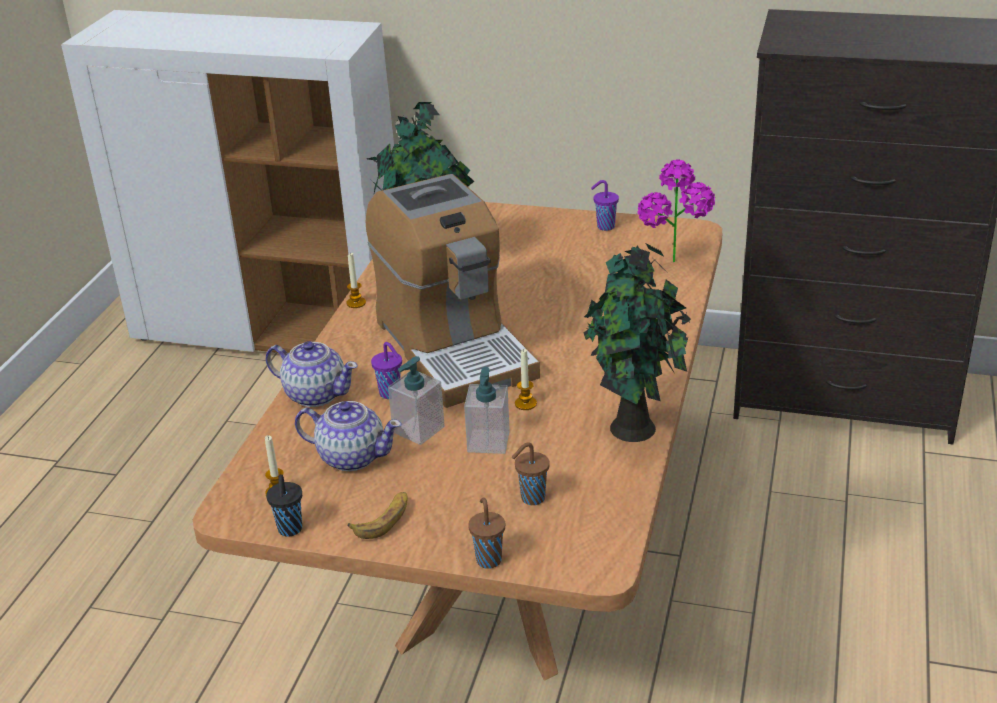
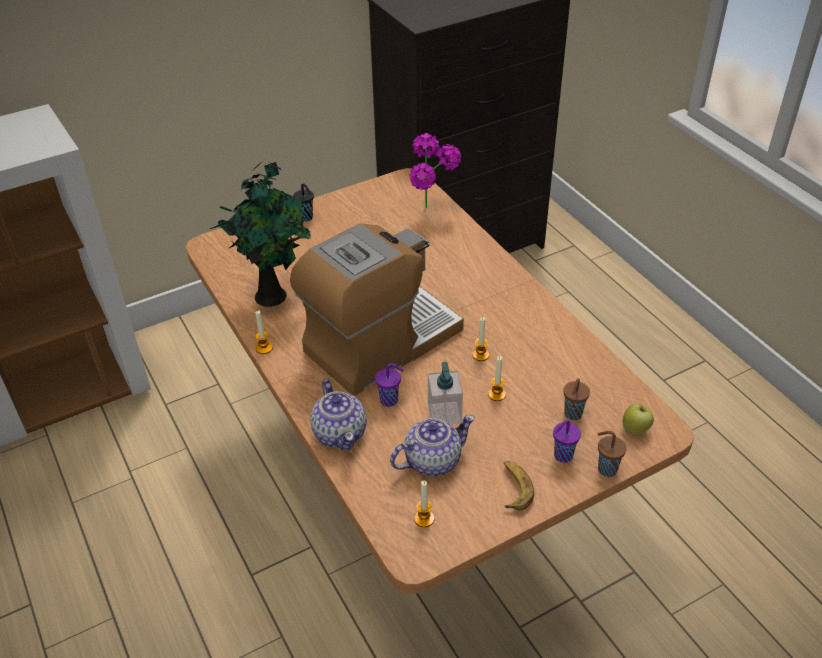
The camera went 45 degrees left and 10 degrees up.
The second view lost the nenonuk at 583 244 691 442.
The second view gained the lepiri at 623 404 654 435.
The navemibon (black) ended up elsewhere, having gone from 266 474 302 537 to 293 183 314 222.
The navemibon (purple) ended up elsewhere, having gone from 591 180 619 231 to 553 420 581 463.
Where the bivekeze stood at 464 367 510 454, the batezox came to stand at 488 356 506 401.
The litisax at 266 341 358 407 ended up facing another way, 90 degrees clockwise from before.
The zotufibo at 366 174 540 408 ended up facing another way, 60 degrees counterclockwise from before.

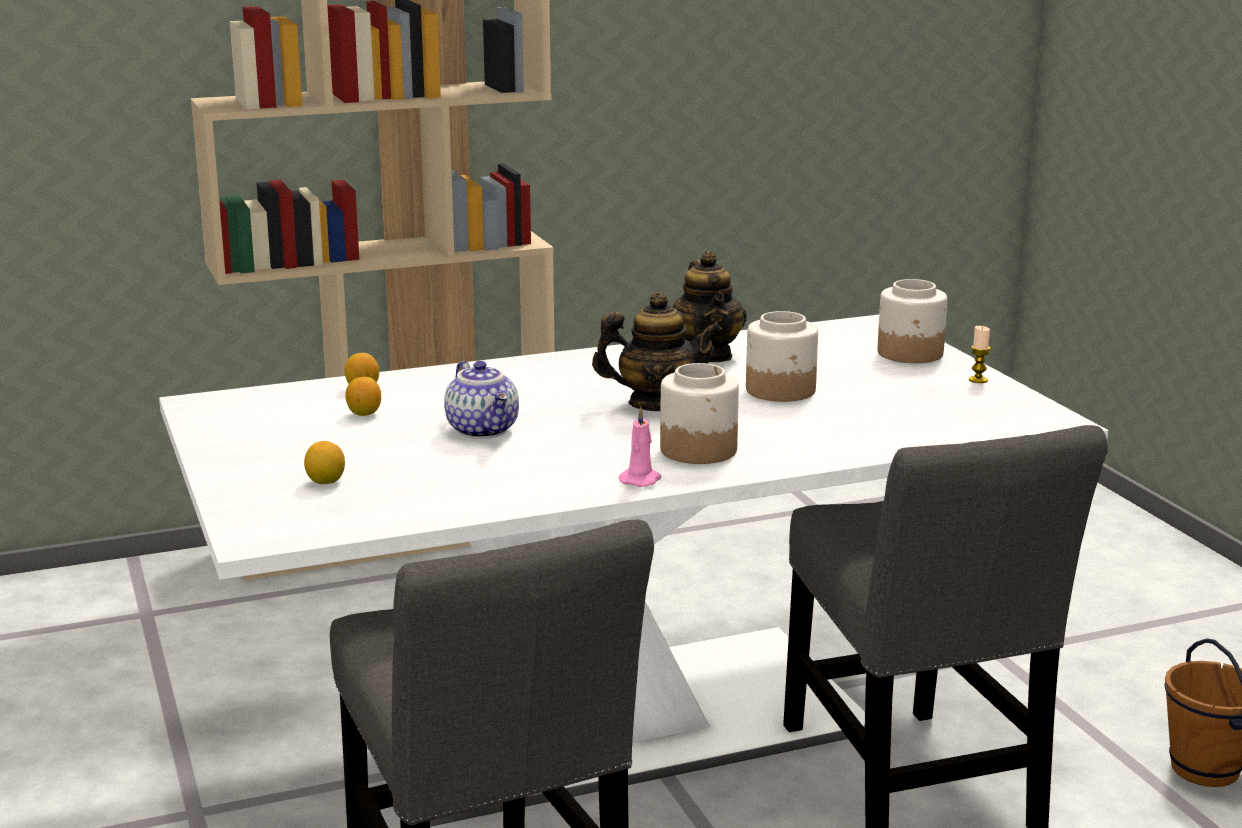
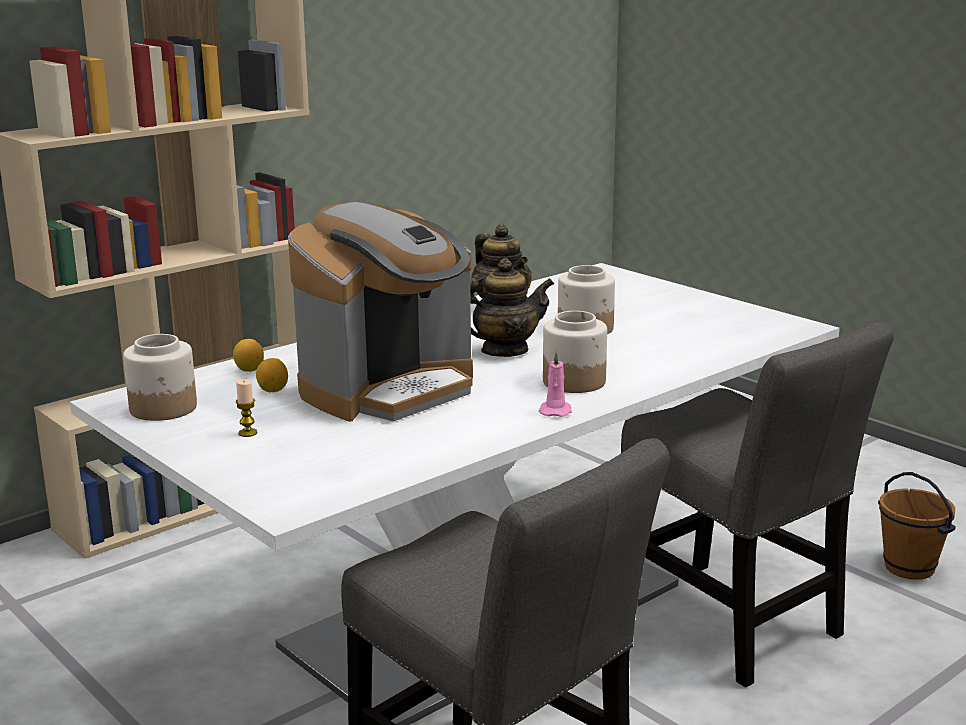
The camera went 20 degrees left and 0 degrees up.
The second view lost the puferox at 304 441 345 484.
The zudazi ended up elsewhere, having gone from 878 279 947 363 to 123 334 197 421.
The batezox ended up elsewhere, having gone from 969 326 990 383 to 236 379 257 437.
Where the litisax stood at 444 361 519 439, the zotufibo came to stand at 288 202 473 421.

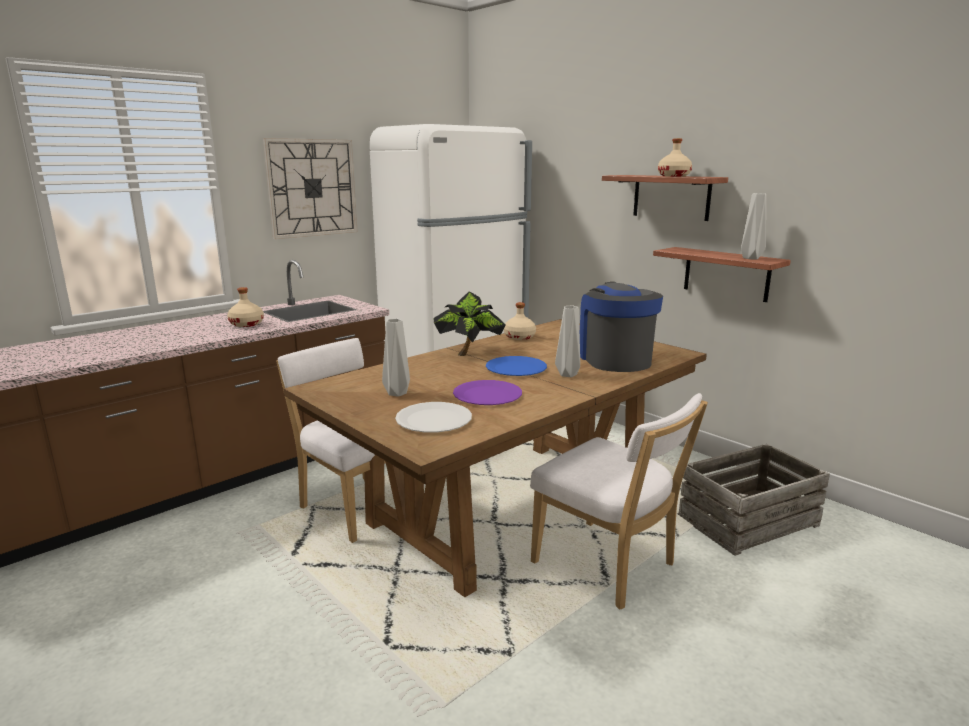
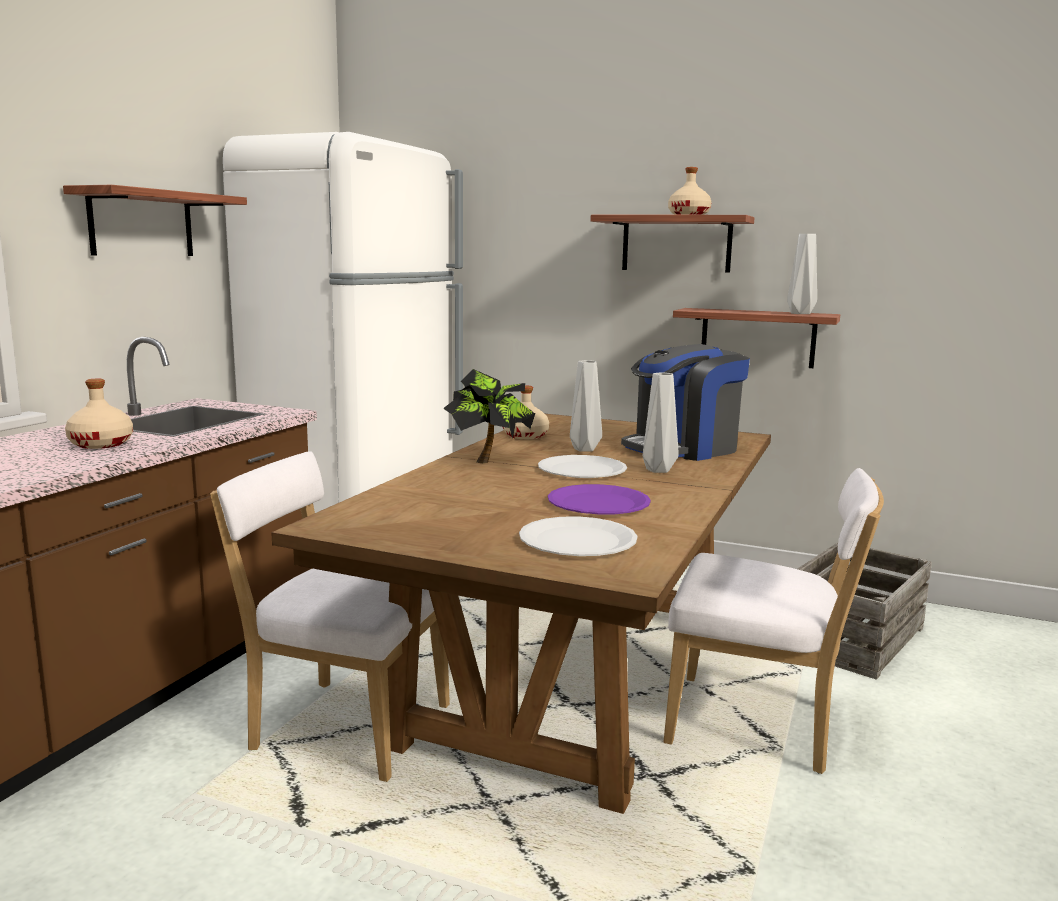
The camera went 25 degrees left and 5 degrees down.
The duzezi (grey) ended up elsewhere, having gone from 382 319 410 397 to 570 360 602 452.
Where the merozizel hung at 263 138 357 239, the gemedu came to hang at 63 185 247 256.
What was the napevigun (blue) at 486 356 547 376 turned into the napevigun (white) at 538 455 627 478.
The zotufibo at 580 282 663 372 ended up facing another way, 90 degrees counterclockwise from before.

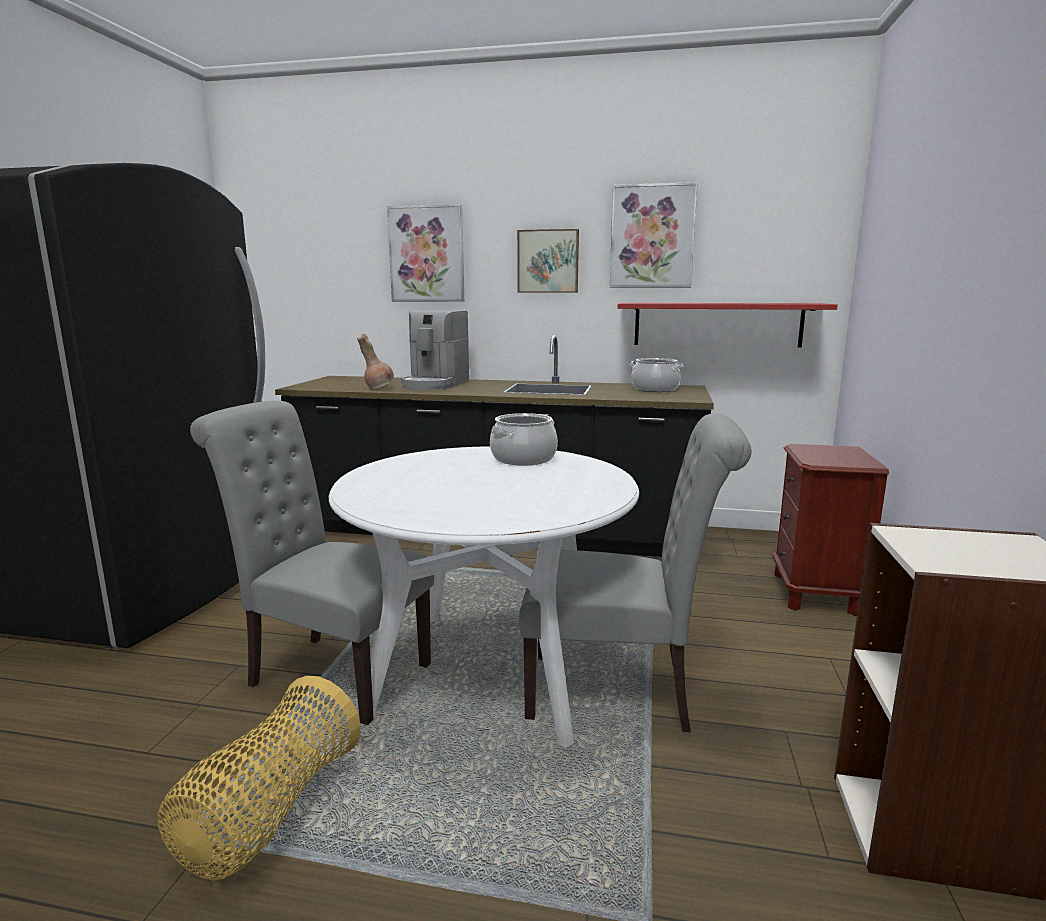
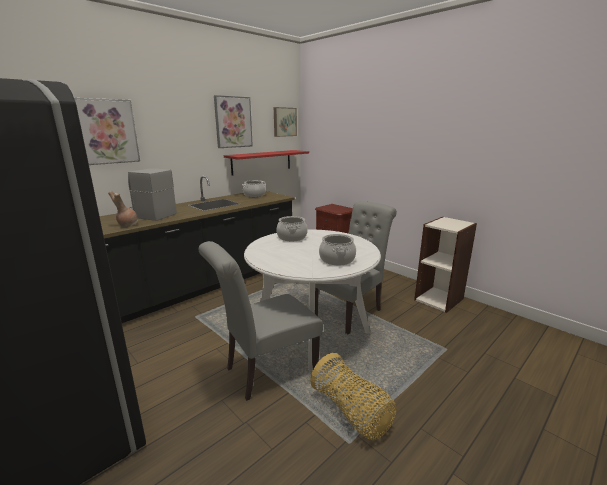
The camera went 55 degrees left and 5 degrees up.
The second view gained the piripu at 319 234 356 265.
The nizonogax ended up elsewhere, having gone from 517 229 579 293 to 274 107 297 137.
The zotufibo at 401 310 469 391 ended up facing another way, 150 degrees clockwise from before.

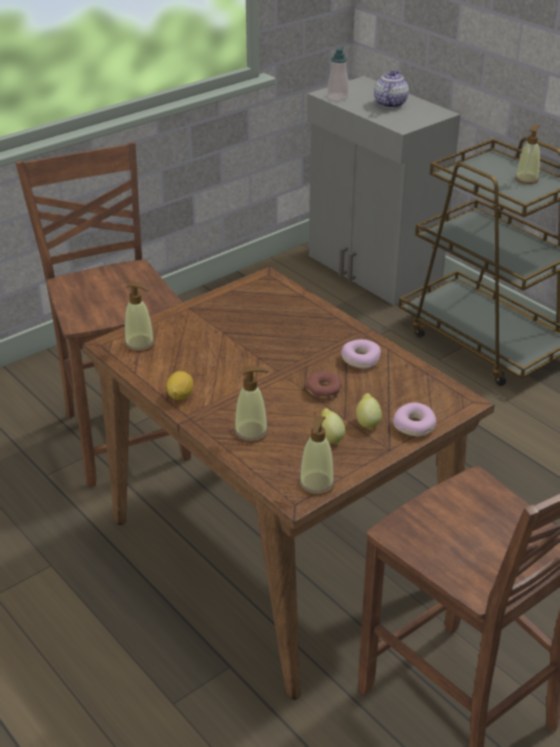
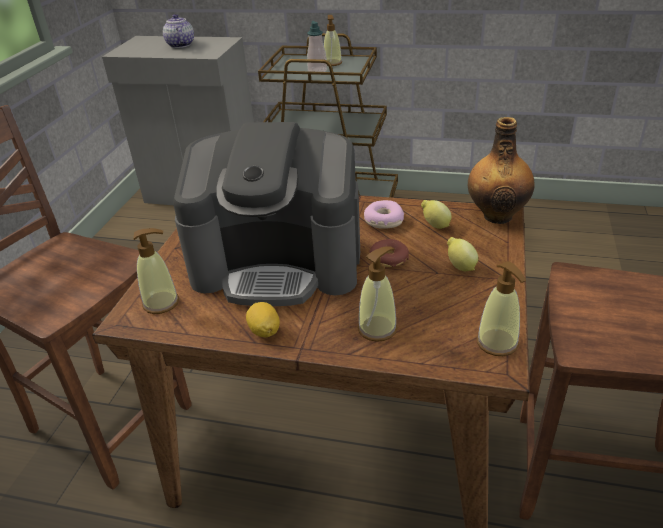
The camera went 35 degrees left and 0 degrees up.
The second view lost the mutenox at 393 403 436 437.
The second view gained the zotufibo at 173 122 360 306.
The second view gained the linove at 468 117 535 224.
The puferox ended up elsewhere, having gone from 321 408 345 444 to 421 200 451 229.
The bivekeze ended up elsewhere, having gone from 327 46 349 101 to 307 21 327 72.

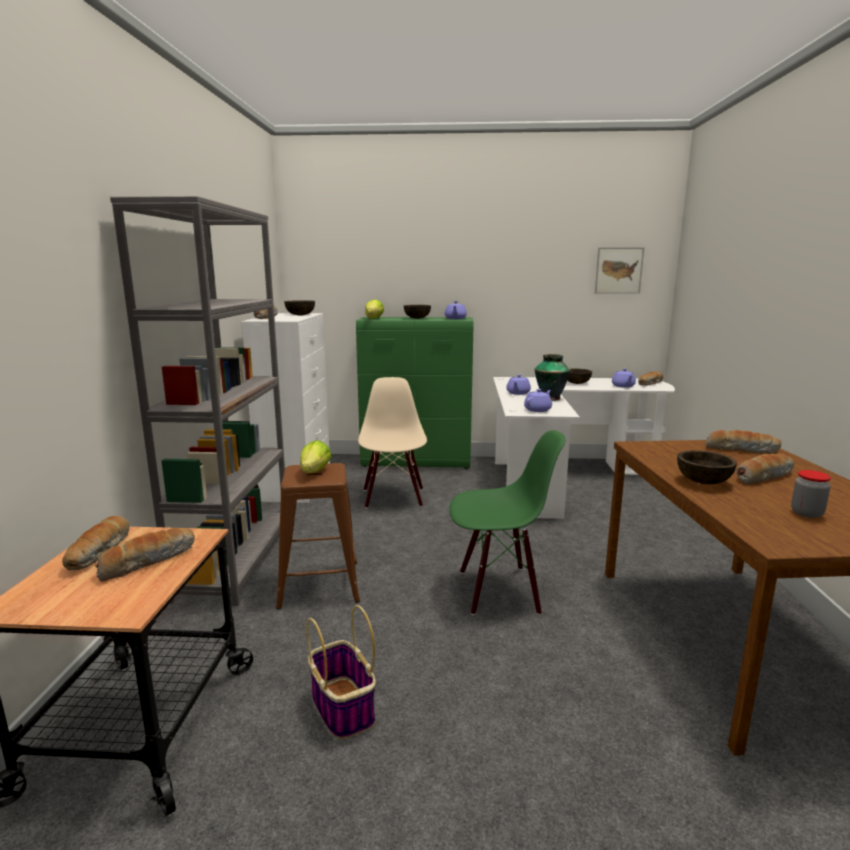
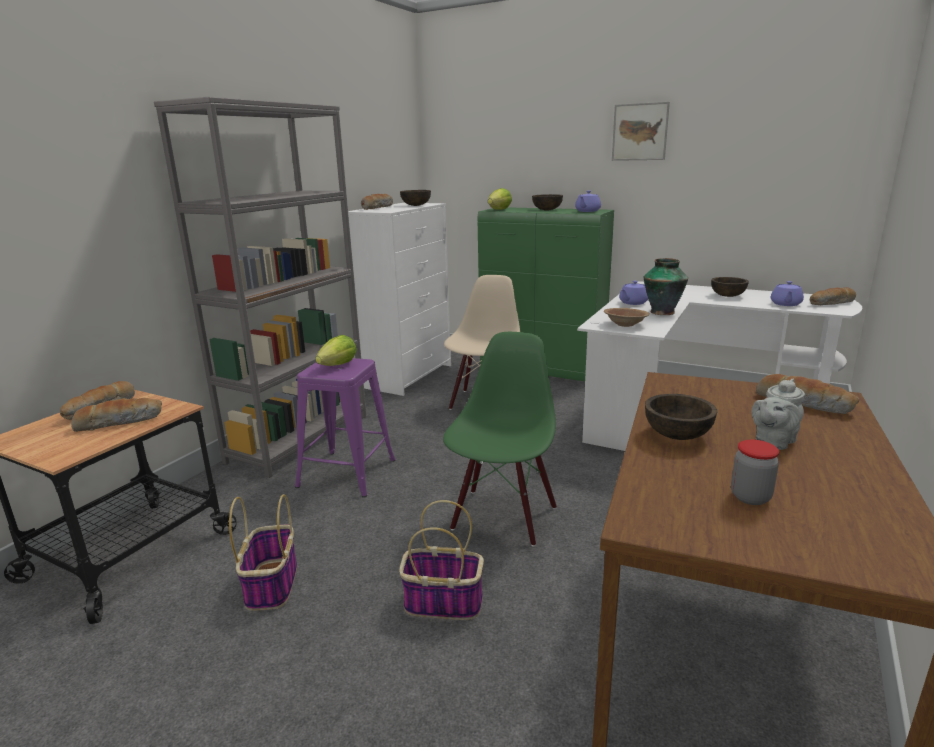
The camera went 25 degrees right and 5 degrees up.
The second view gained the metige at 399 500 484 620.
The nizonogax ended up elsewhere, having gone from 595 247 644 294 to 612 102 670 161.
Where the litisax (purple) stood at 524 389 552 412, the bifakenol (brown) came to stand at 604 308 650 327.
Where the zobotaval stood at 737 454 794 485, the litisax (grey) came to stand at 751 379 805 450.
What was the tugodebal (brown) at 276 463 360 610 turned into the tugodebal (purple) at 295 358 395 498.
The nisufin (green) at 449 430 566 615 ended up facing another way, 90 degrees counterclockwise from before.

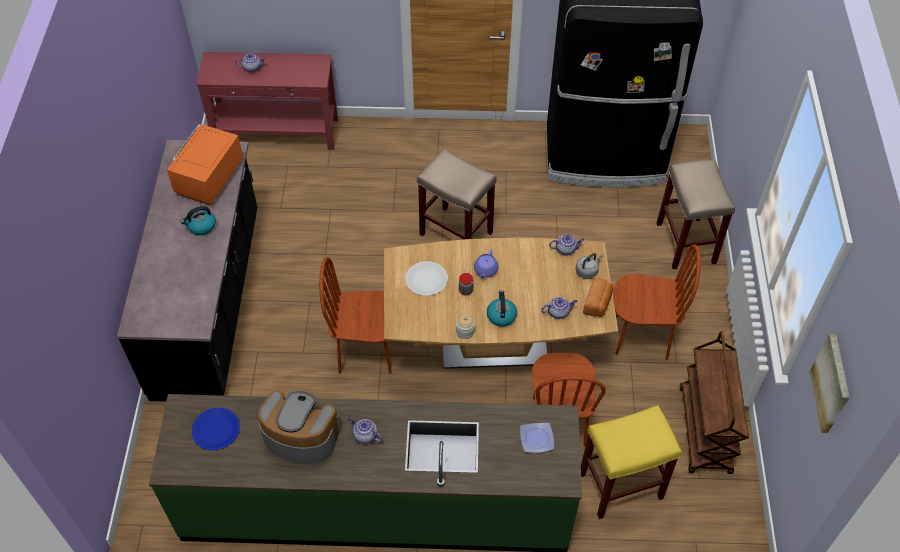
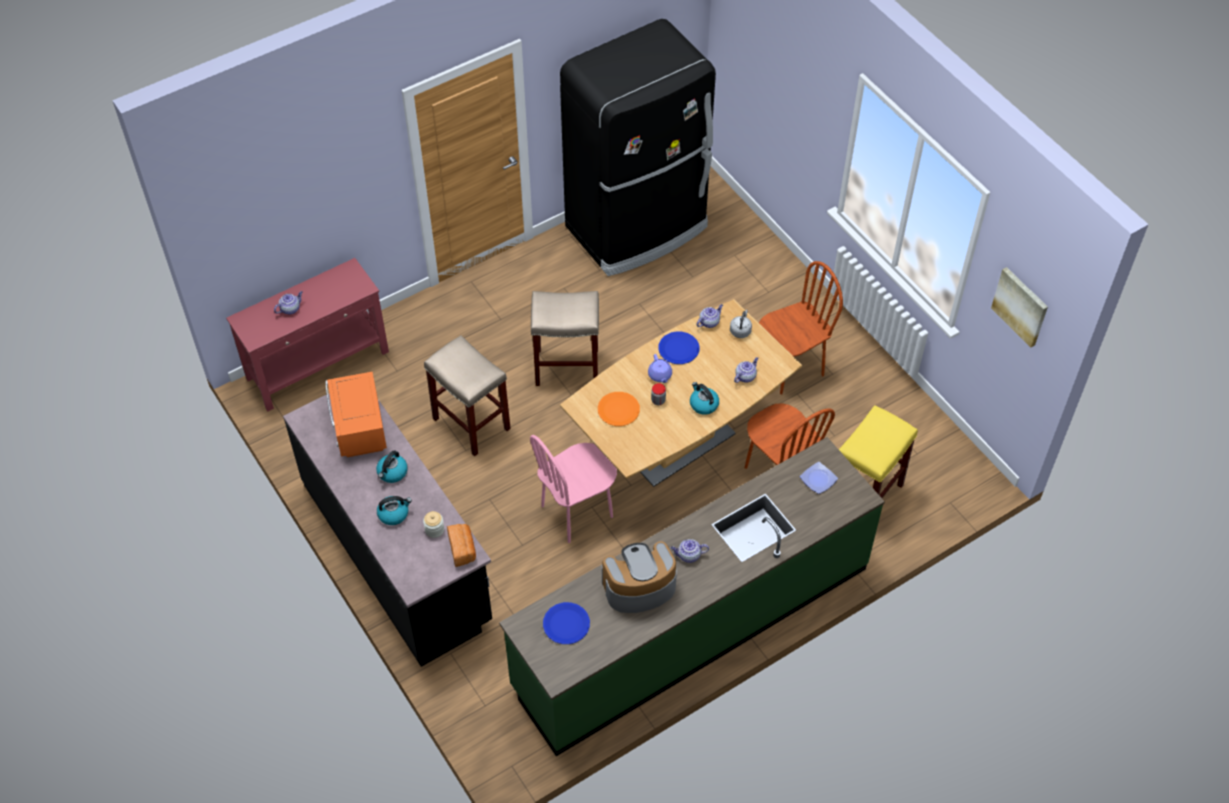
The camera went 35 degrees left and 0 degrees up.
The second view lost the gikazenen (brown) at 679 332 749 474.
The second view gained the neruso at 377 496 412 525.
The second view gained the napevigun (blue) at 658 331 699 364.
The zudazi ended up elsewhere, having gone from 456 313 475 339 to 423 511 444 538.
The zobotaval ended up elsewhere, having gone from 583 277 613 317 to 447 524 476 567.
The tugodebal (beige) ended up elsewhere, having gone from 657 160 735 269 to 424 335 511 457.
What was the nisufin (brown) at 319 257 392 374 turned into the nisufin (pink) at 530 435 617 543.
What was the napevigun (white) at 406 261 448 296 turned into the napevigun (orange) at 598 392 640 426.

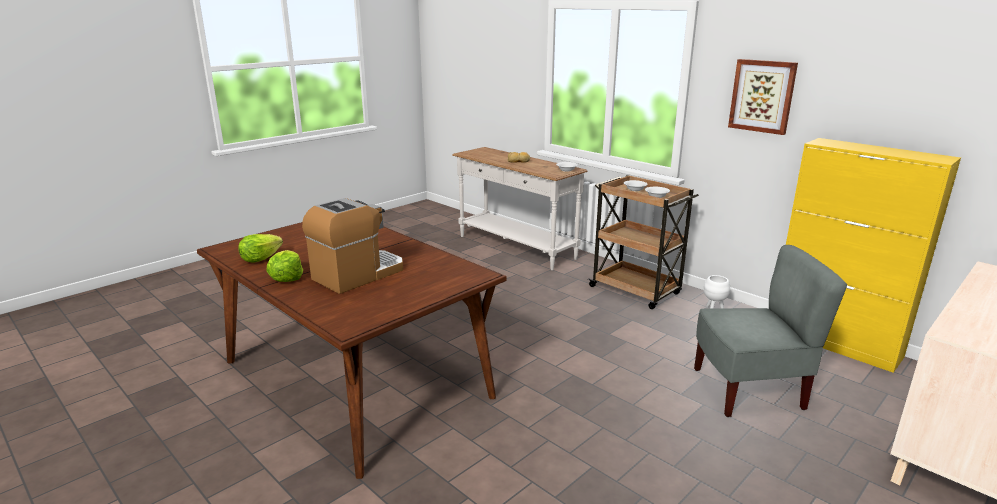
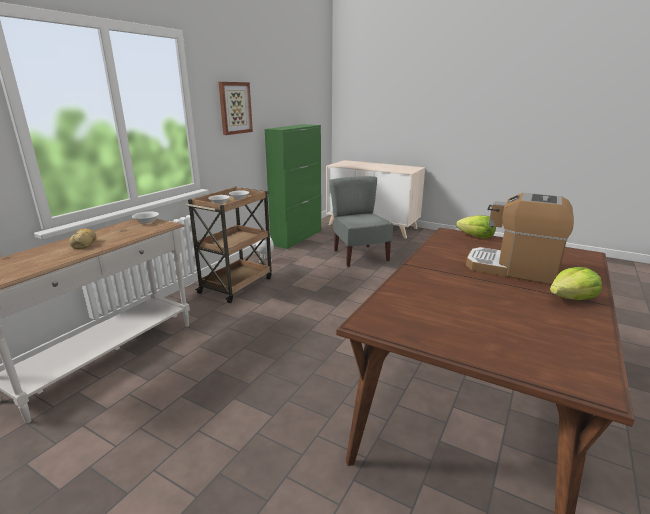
The camera went 105 degrees left and 0 degrees up.
The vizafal ended up elsewhere, having gone from 238 234 283 263 to 456 215 496 239.
What was the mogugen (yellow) at 786 138 961 373 turned into the mogugen (green) at 265 124 321 249.

